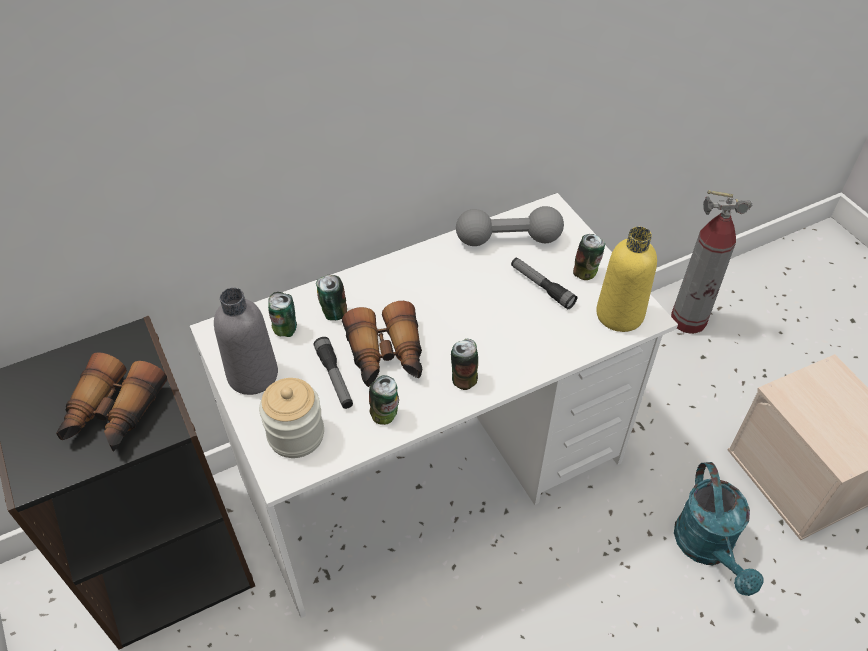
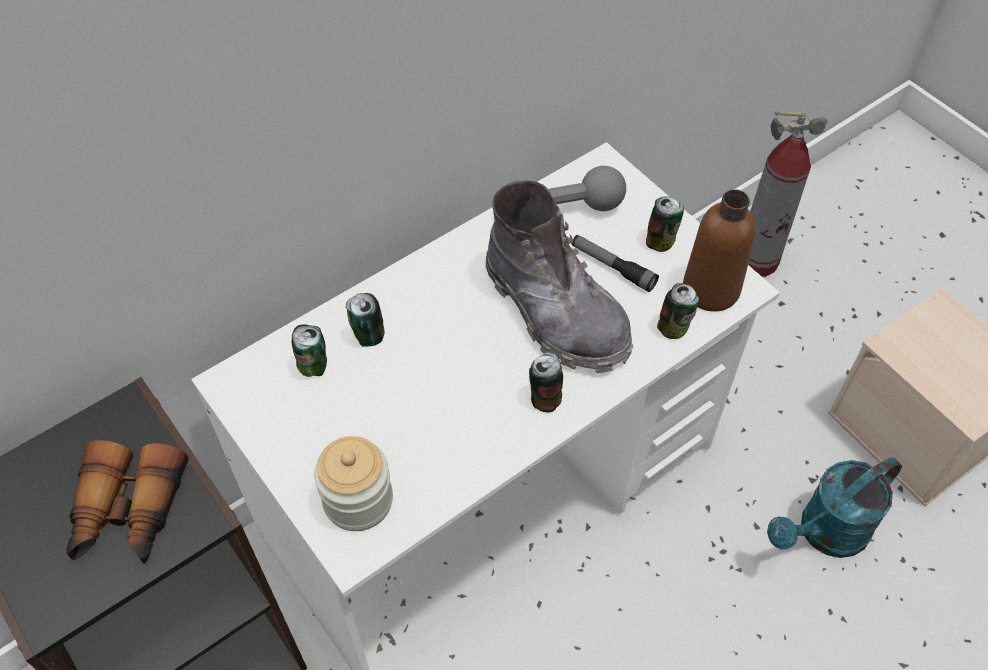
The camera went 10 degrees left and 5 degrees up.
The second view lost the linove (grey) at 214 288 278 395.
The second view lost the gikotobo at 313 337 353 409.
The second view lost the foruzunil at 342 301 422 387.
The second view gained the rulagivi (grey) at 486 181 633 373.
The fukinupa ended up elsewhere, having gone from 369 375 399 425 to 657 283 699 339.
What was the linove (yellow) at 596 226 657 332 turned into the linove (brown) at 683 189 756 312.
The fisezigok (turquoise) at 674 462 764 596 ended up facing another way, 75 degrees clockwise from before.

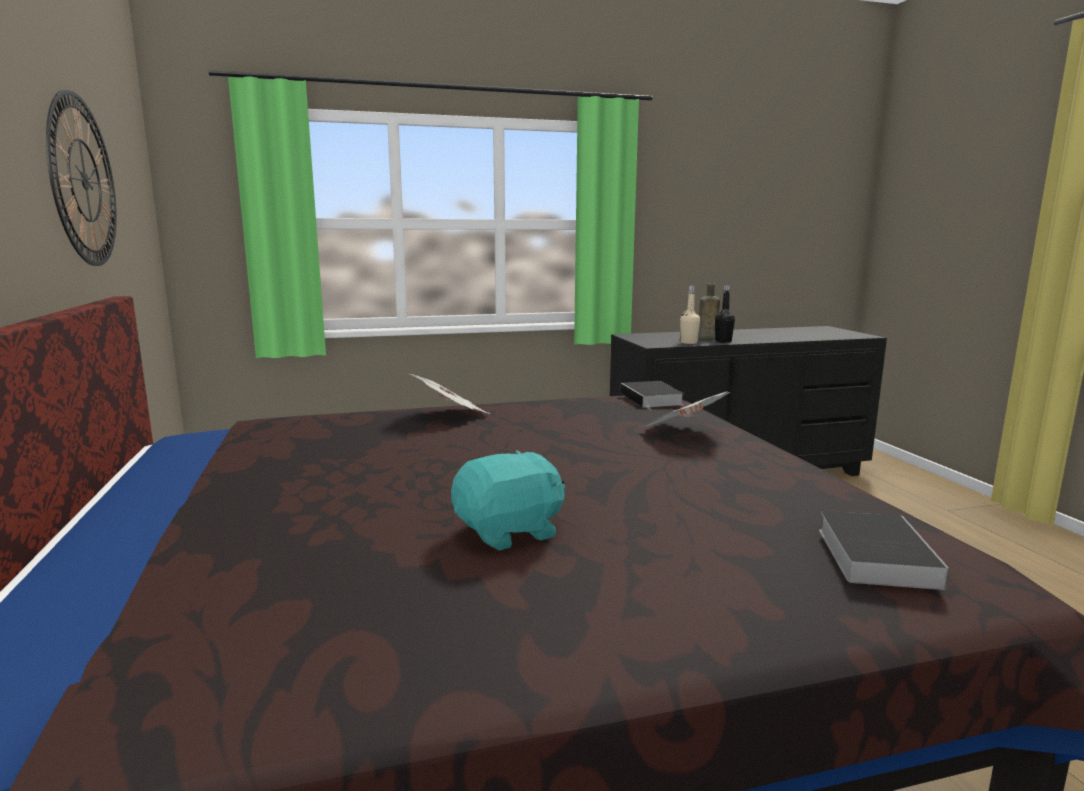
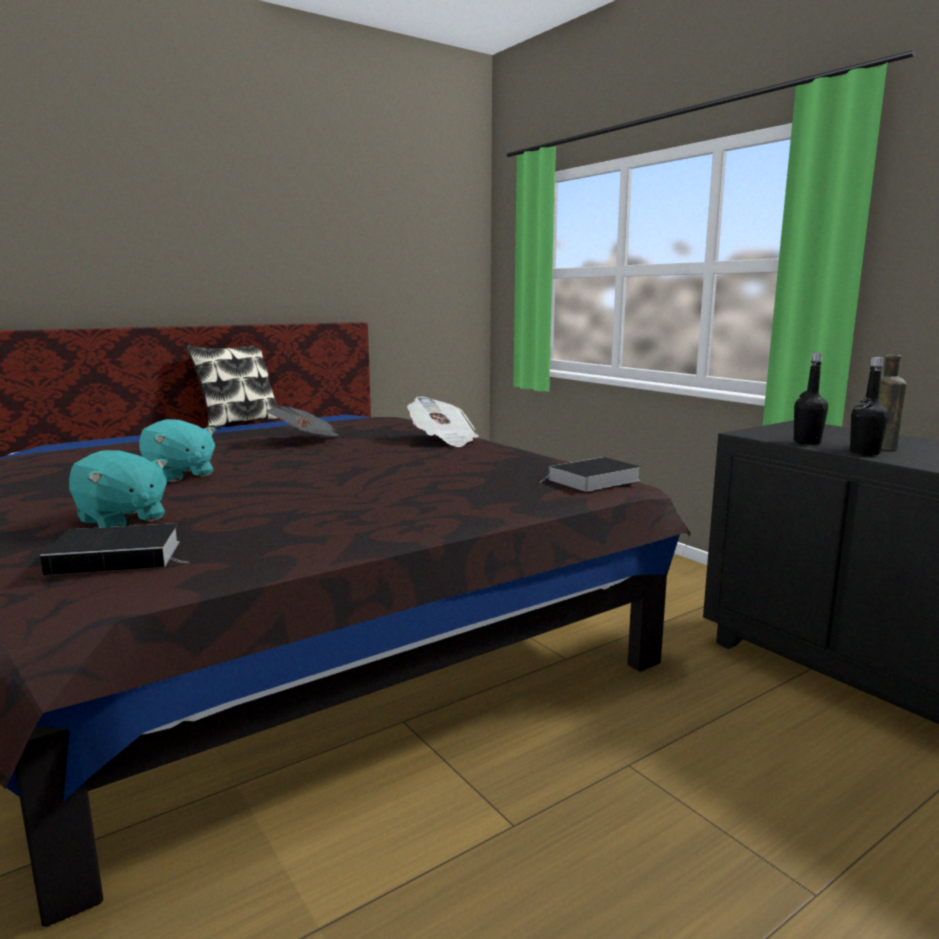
The camera went 70 degrees right and 0 degrees up.
The second view lost the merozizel at 46 90 117 266.
The second view gained the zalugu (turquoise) at 69 450 168 528.
The second view gained the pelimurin at 186 345 279 428.
The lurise ended up elsewhere, having gone from 642 391 730 427 to 266 406 339 436.
What was the linove (beige) at 680 286 700 344 turned into the linove (black) at 794 353 828 445.

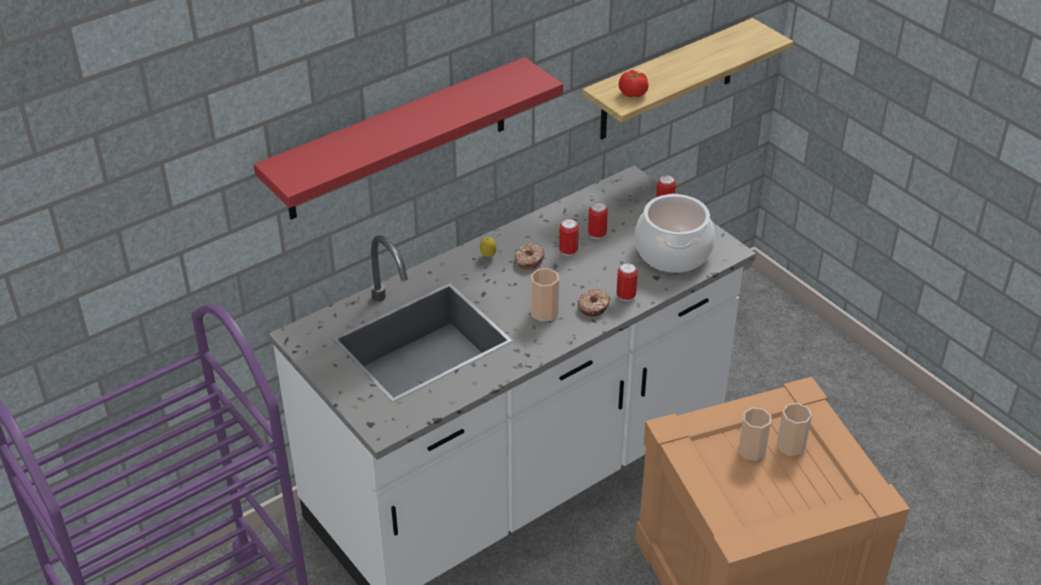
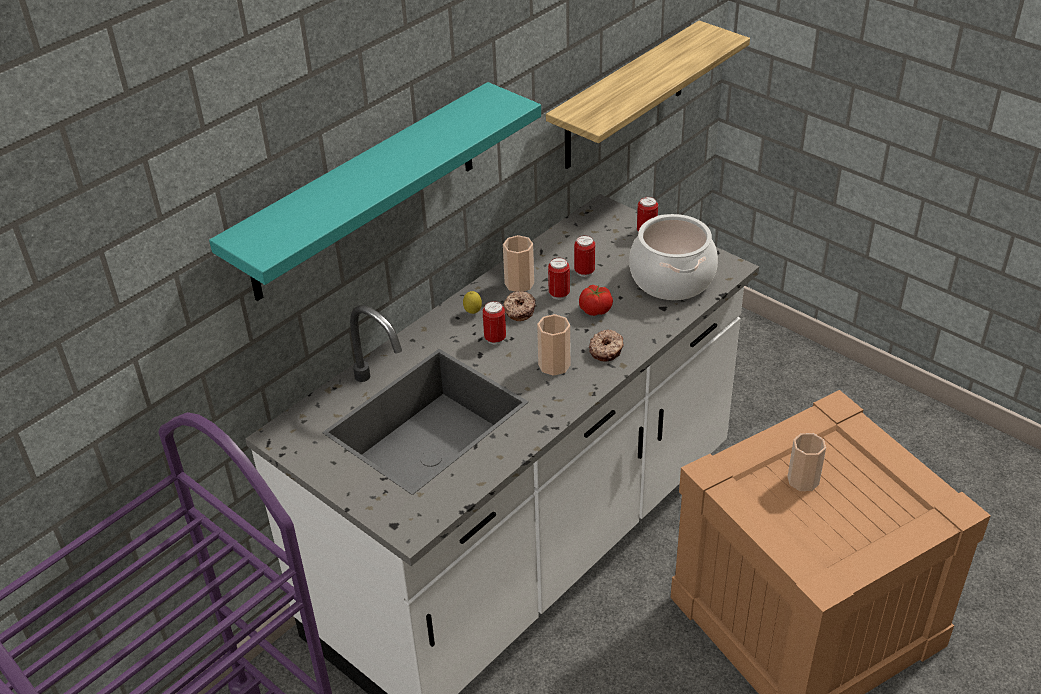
The camera went 10 degrees left and 0 degrees up.
The fukinupa ended up elsewhere, having gone from 616 263 638 301 to 483 301 506 345.
The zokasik ended up elsewhere, having gone from 619 70 649 97 to 579 285 613 316.
The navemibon ended up elsewhere, having gone from 777 403 812 456 to 503 235 534 292.
What was the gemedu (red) at 254 57 563 220 turned into the gemedu (turquoise) at 209 82 541 301.

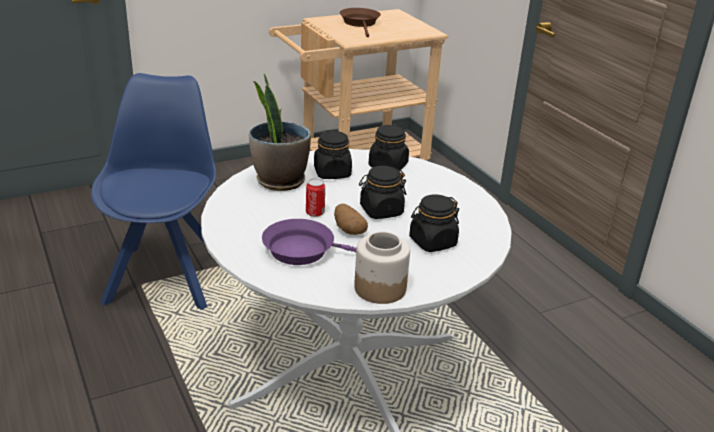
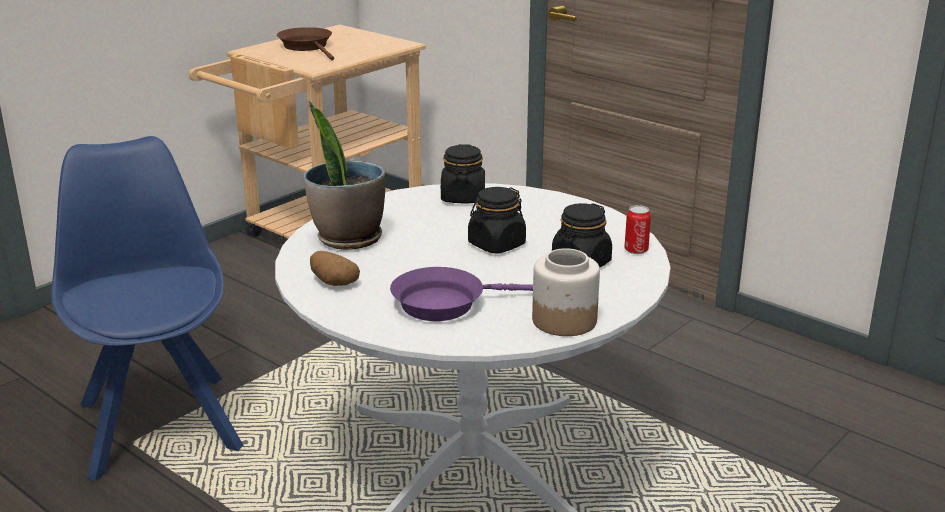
The camera went 20 degrees left and 5 degrees down.
The second view lost the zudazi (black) at 314 130 352 179.
The fukinupa ended up elsewhere, having gone from 306 178 325 217 to 624 205 651 254.
The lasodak ended up elsewhere, having gone from 334 204 368 235 to 310 251 360 286.

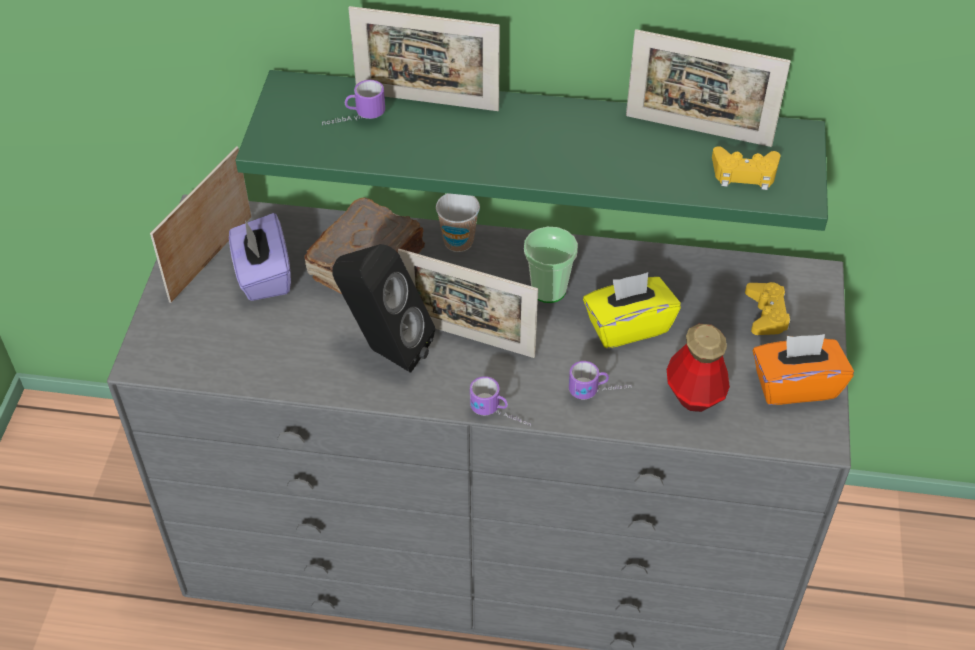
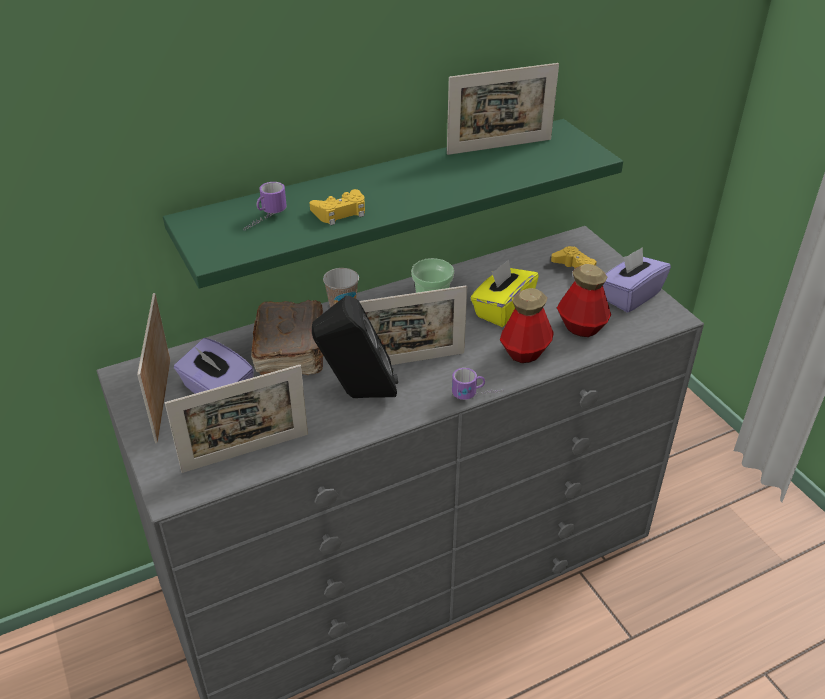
The camera went 35 degrees left and 10 degrees down.
The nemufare ended up elsewhere, having gone from 348 6 500 111 to 165 365 308 473.
The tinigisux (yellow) ended up elsewhere, having gone from 712 146 781 190 to 310 189 365 225.
Where the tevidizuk stood at 569 361 632 399, the linove came to stand at 500 288 554 363.
What was the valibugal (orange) at 753 334 854 405 turned into the valibugal (purple) at 603 247 671 313.

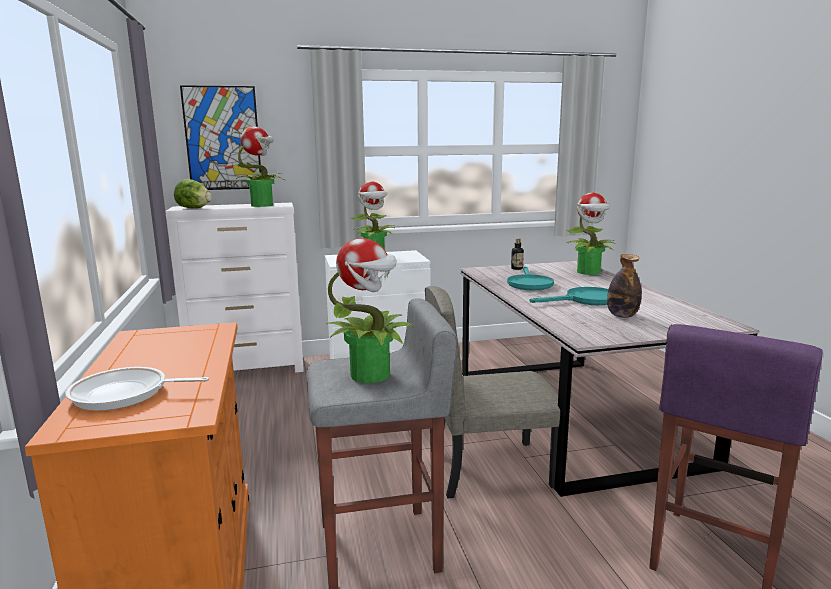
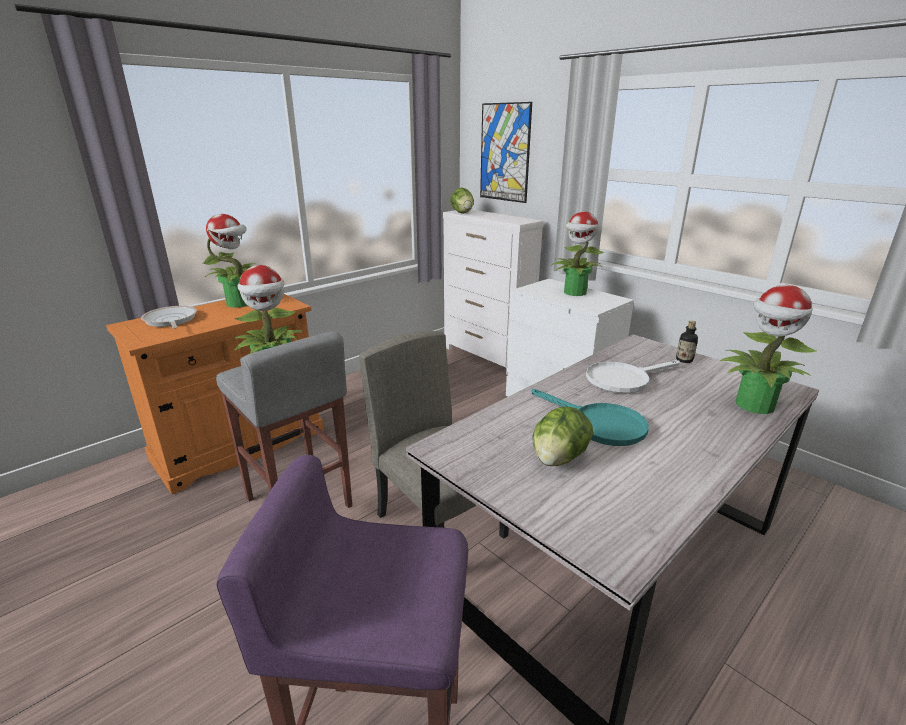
The camera went 60 degrees right and 10 degrees up.
The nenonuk ended up elsewhere, having gone from 236 126 285 207 to 203 214 256 308.
Where the linove stood at 607 254 642 318, the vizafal came to stand at 533 407 593 466.
What was the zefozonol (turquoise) at 507 267 554 290 turned into the zefozonol (white) at 586 360 680 394.

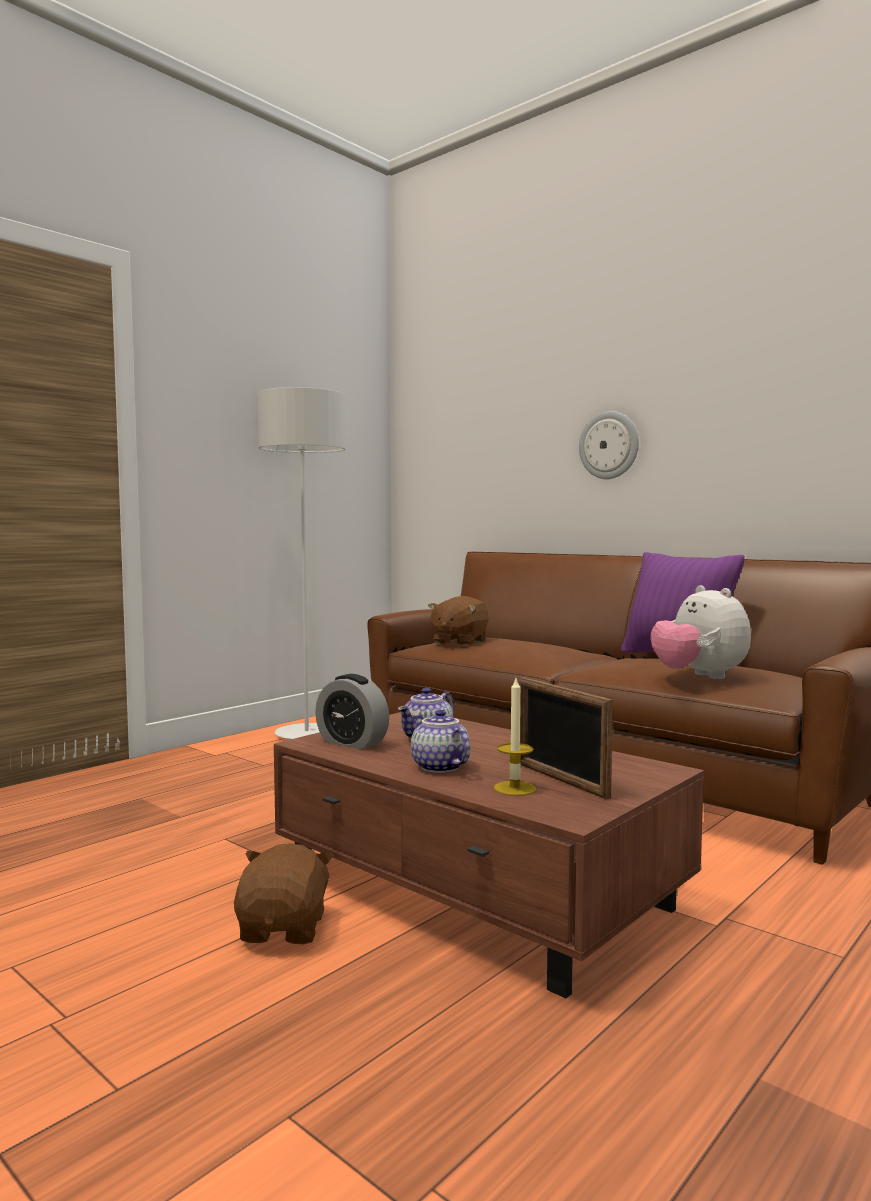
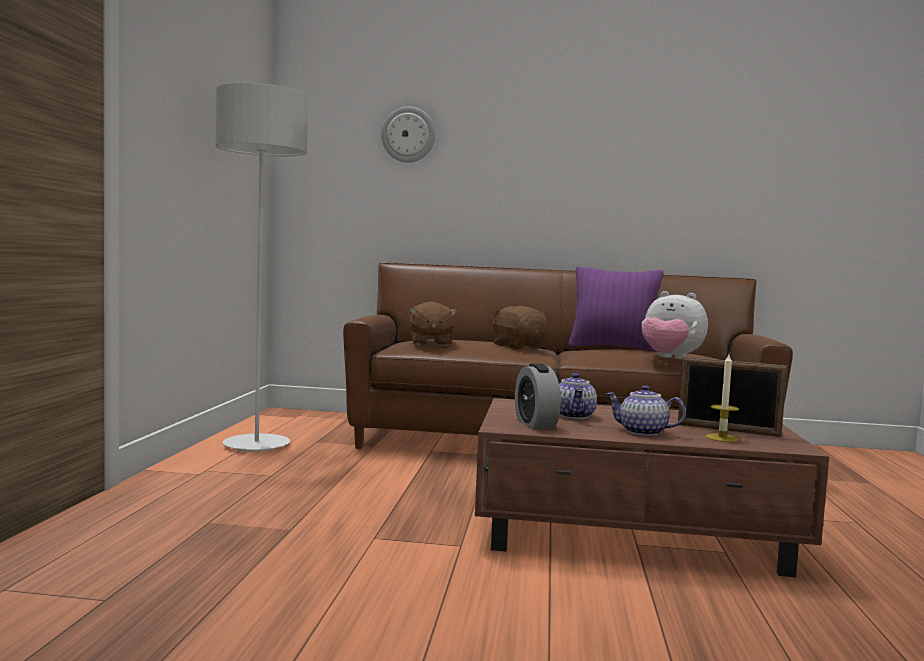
The camera went 35 degrees left and 0 degrees up.
The zalugu (brown) ended up elsewhere, having gone from 234 843 334 944 to 491 306 548 349.
The merozizel ended up elsewhere, having gone from 579 411 639 479 to 381 107 435 162.
The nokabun at 315 674 389 750 ended up facing another way, 75 degrees clockwise from before.

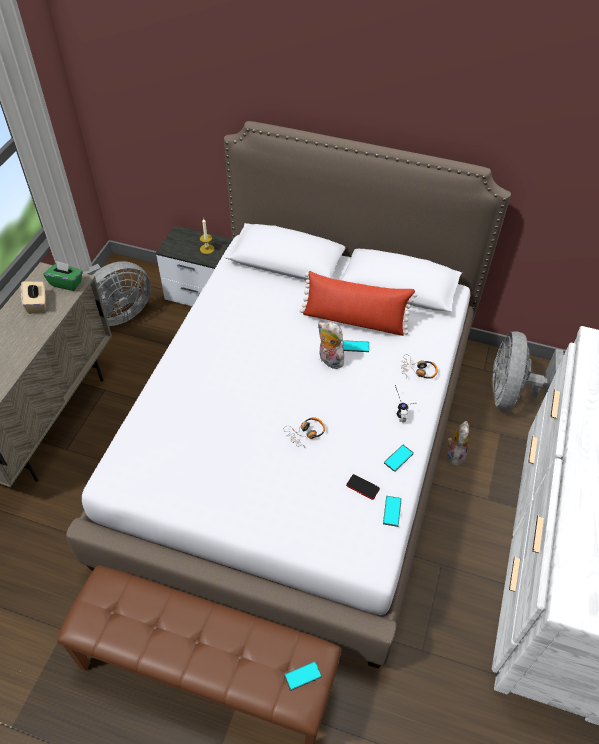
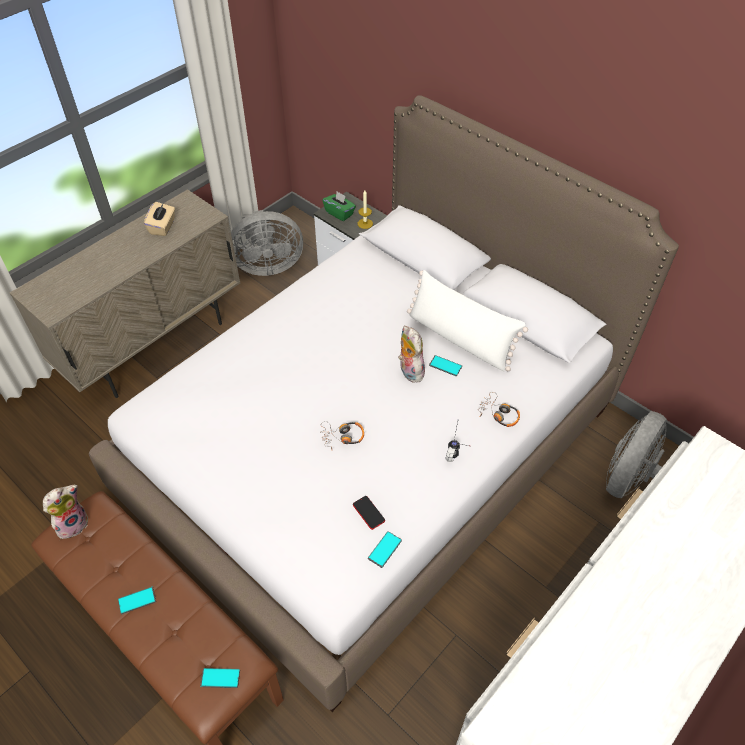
The camera went 25 degrees right and 0 degrees up.
The valibugal (green) ended up elsewhere, having gone from 43 261 83 291 to 322 191 356 221.
The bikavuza ended up elsewhere, having gone from 384 445 414 472 to 118 587 156 614.
The zalugu ended up elsewhere, having gone from 448 421 470 466 to 43 485 88 539.
What was the pelimurin (red) at 300 271 417 336 turned into the pelimurin (white) at 407 270 528 371.

